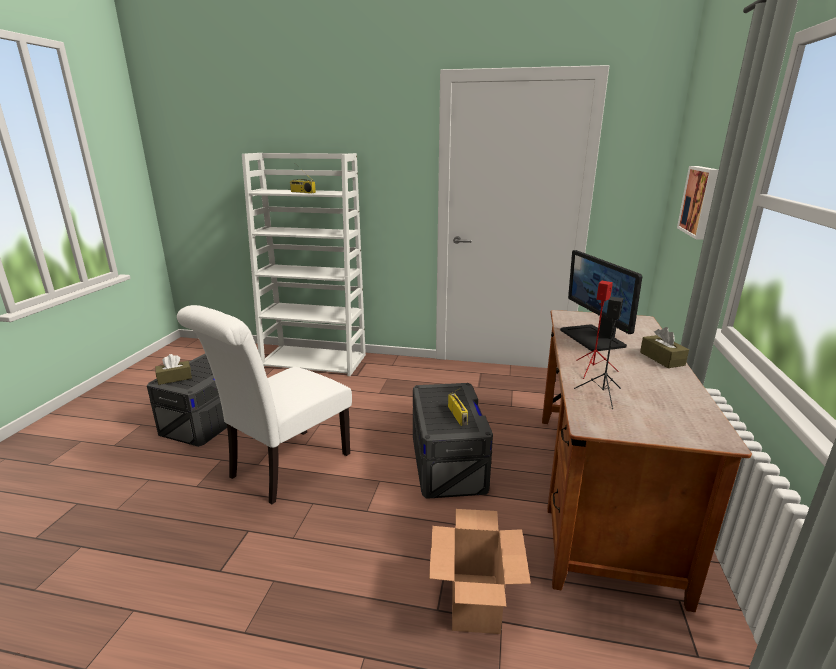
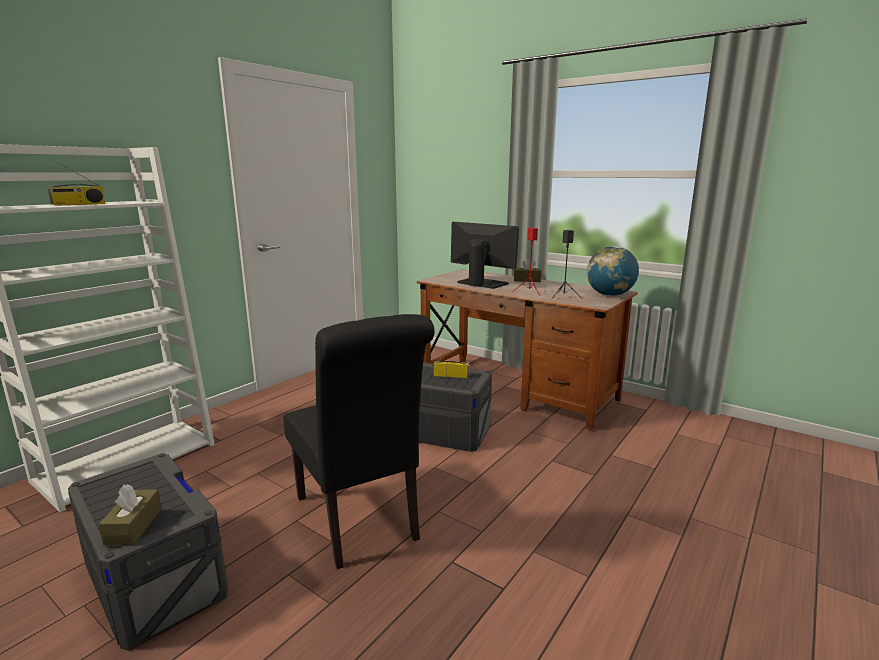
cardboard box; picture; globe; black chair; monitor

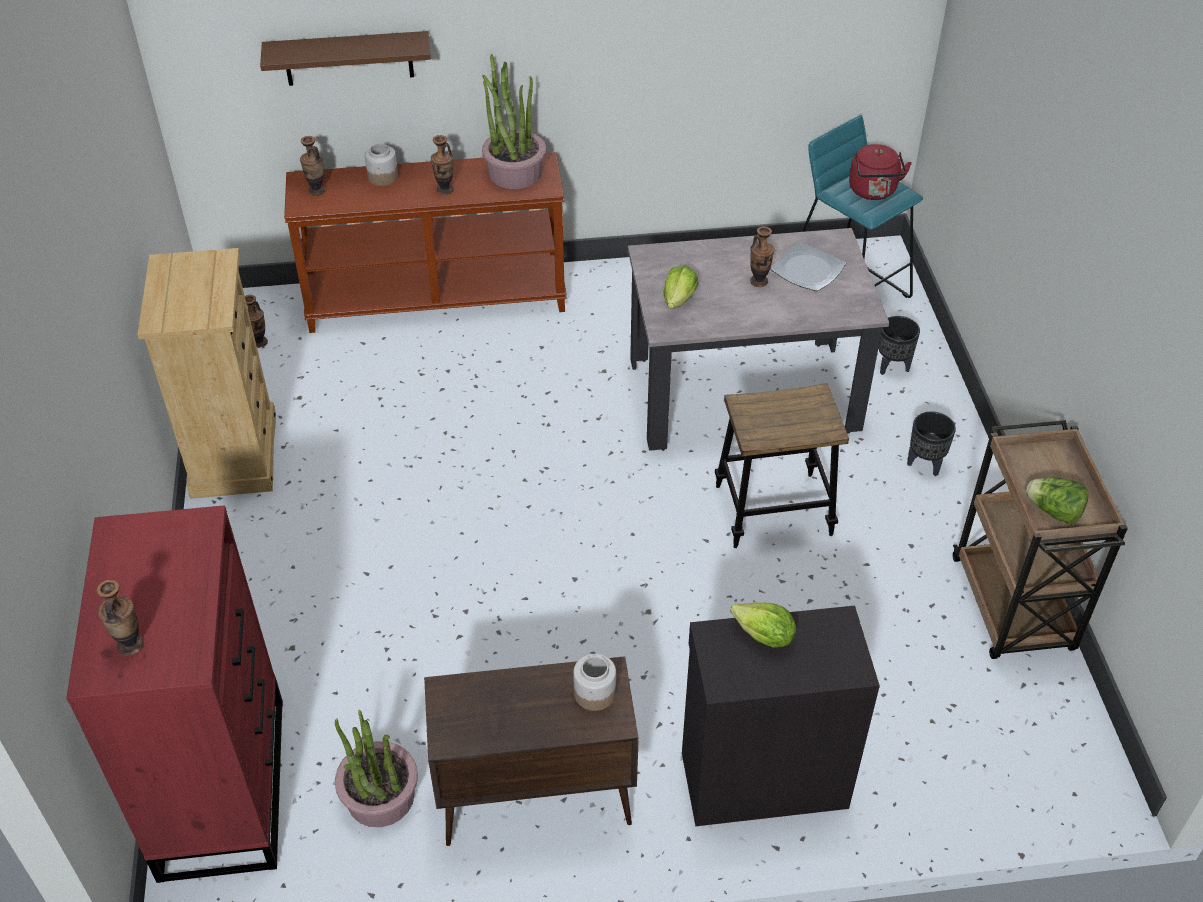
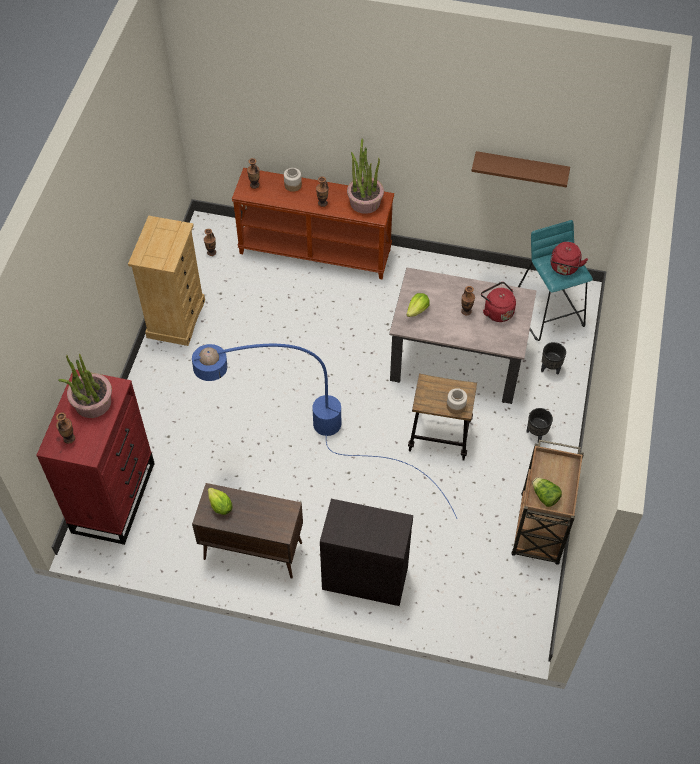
blue floor lamp; brown shelf; potted plant (1st from left); jar (2nd from left); lettuce (1st from left); red kettle (1st from left)

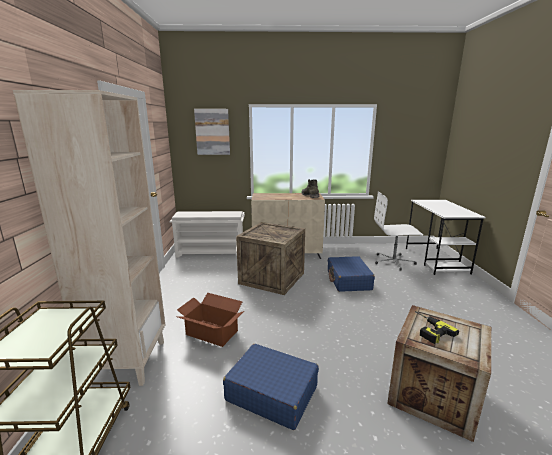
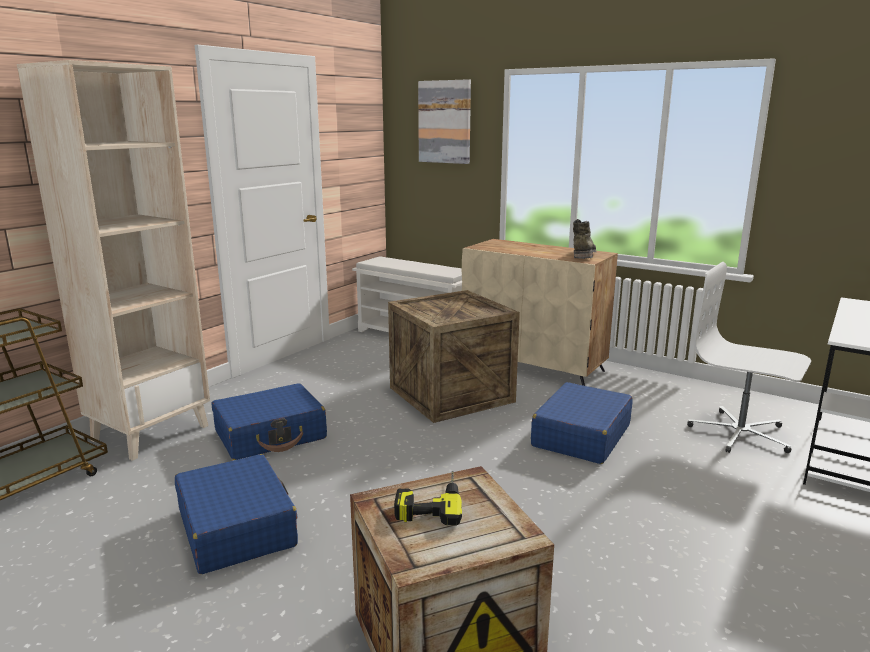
blue suitcase (2nd from left)

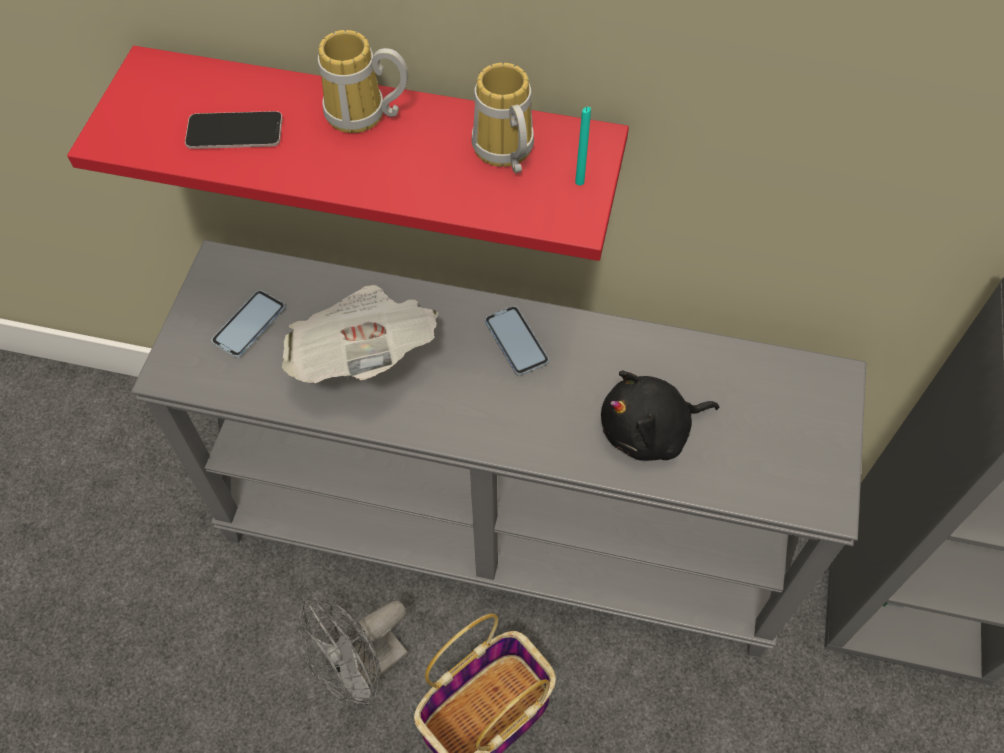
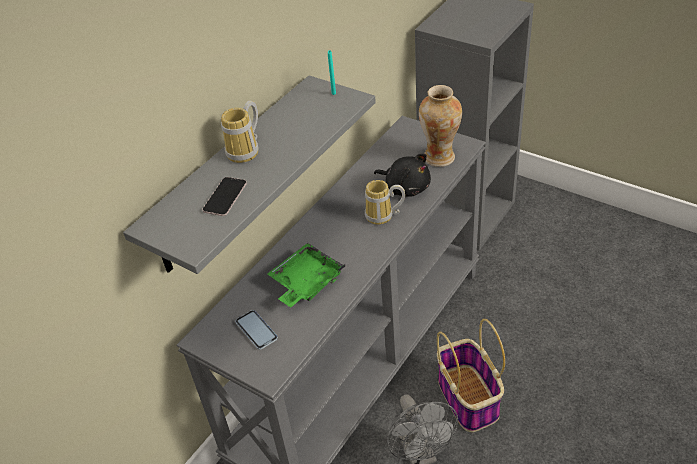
phone (3rd from left in the first image); vase; mug (2nd from left); green tray; grey shelf; black plush toy

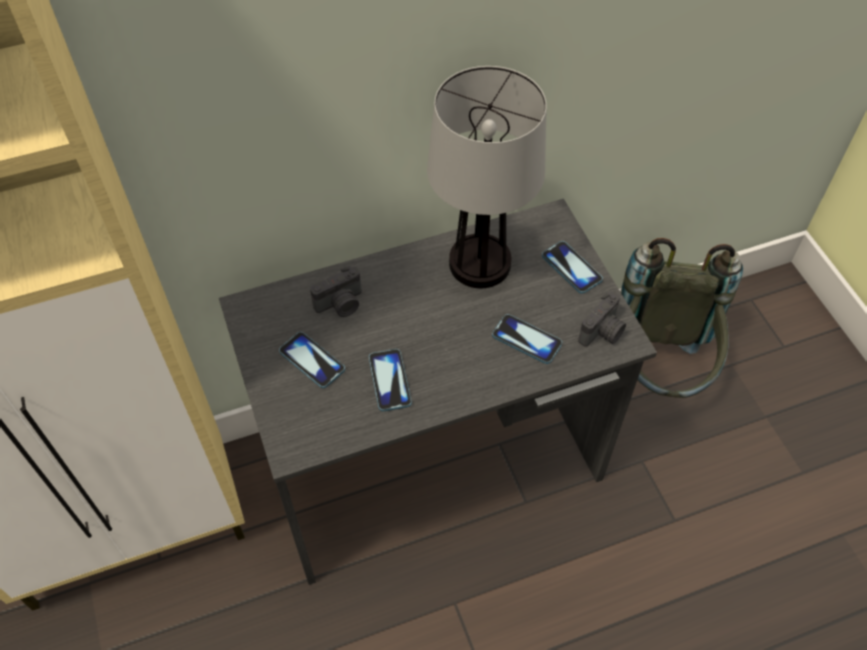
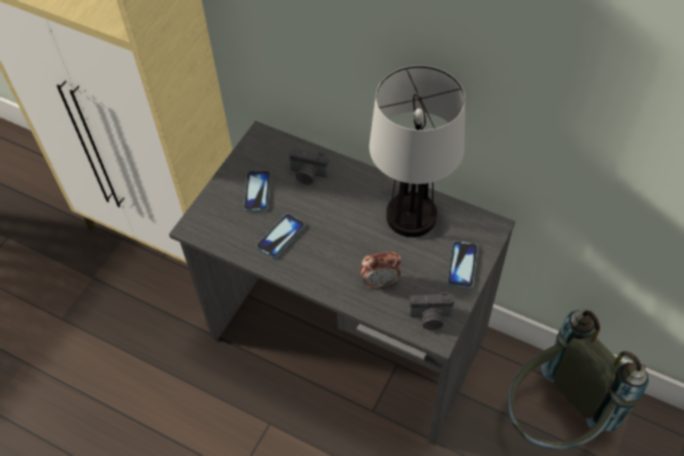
alarm clock

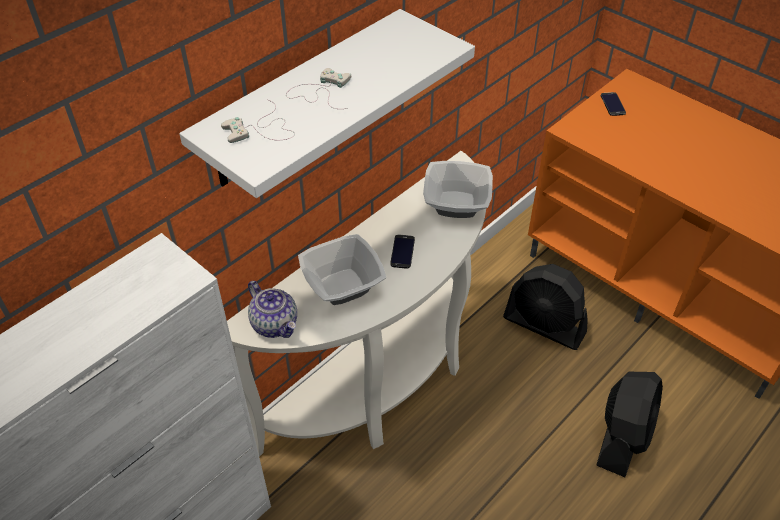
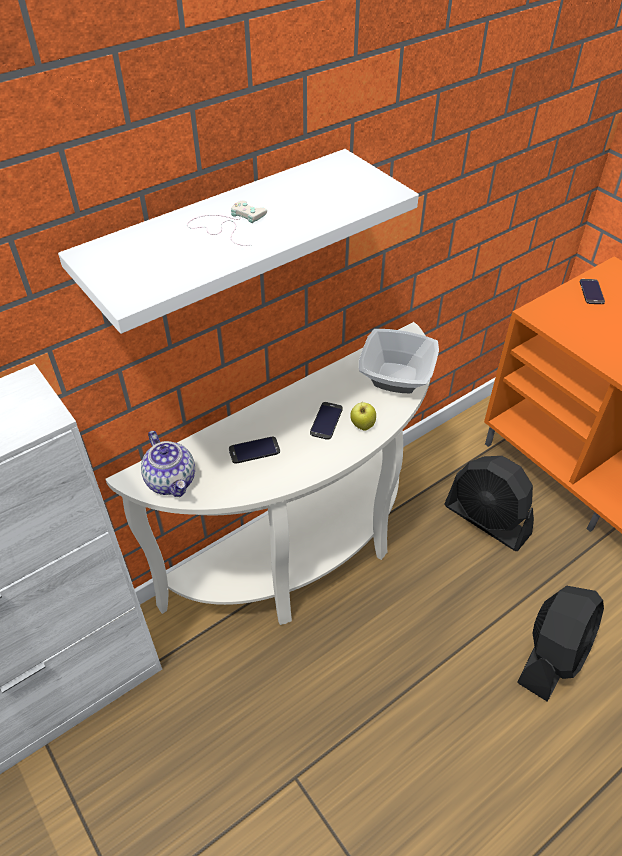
white game controller (1st from left in the first image); apple; phone (1st from left)

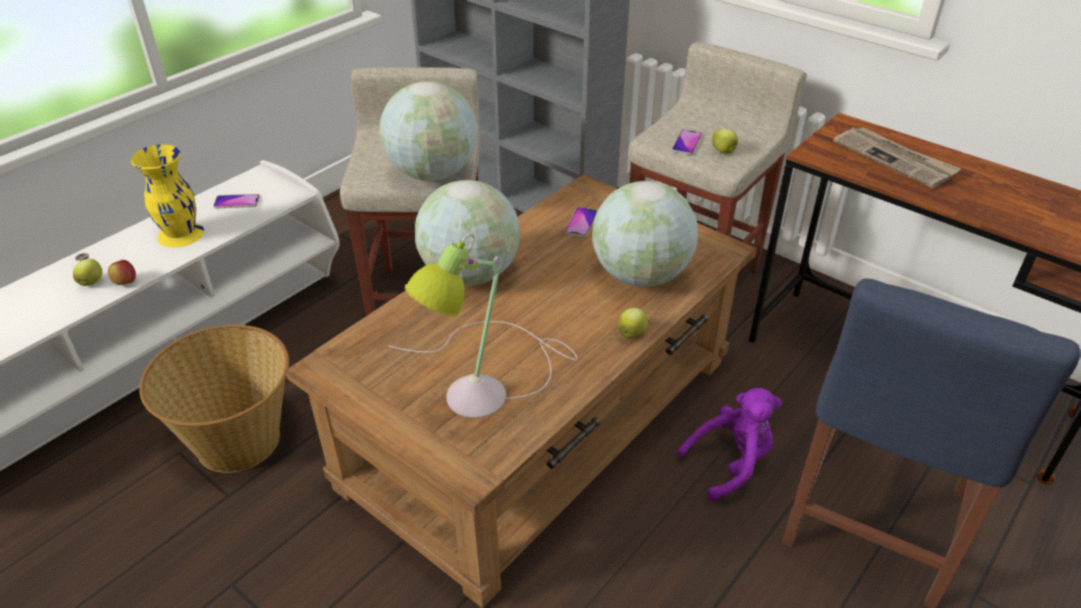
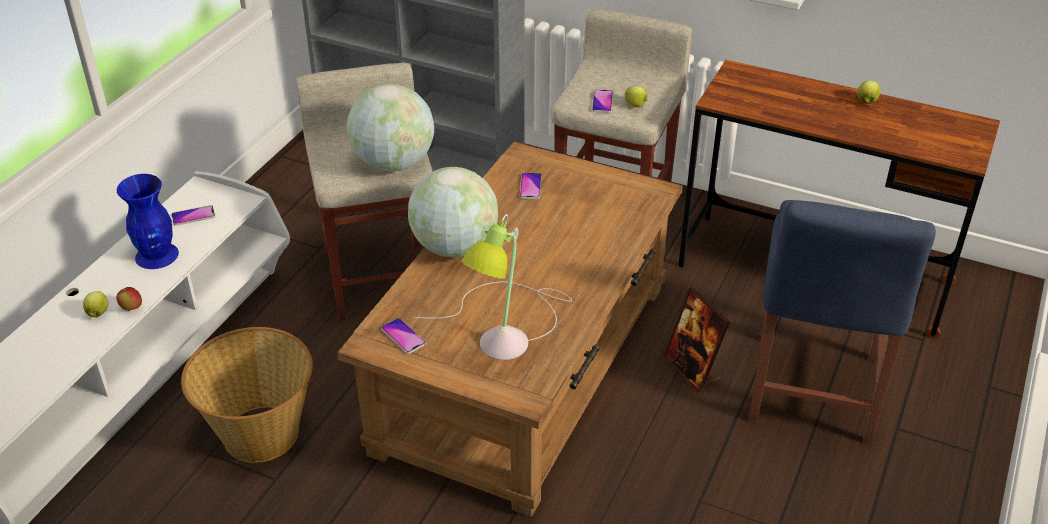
globe (3rd from left in the first image); newspaper; phone (2nd from left); apple (4th from left); picture frame; blue vase

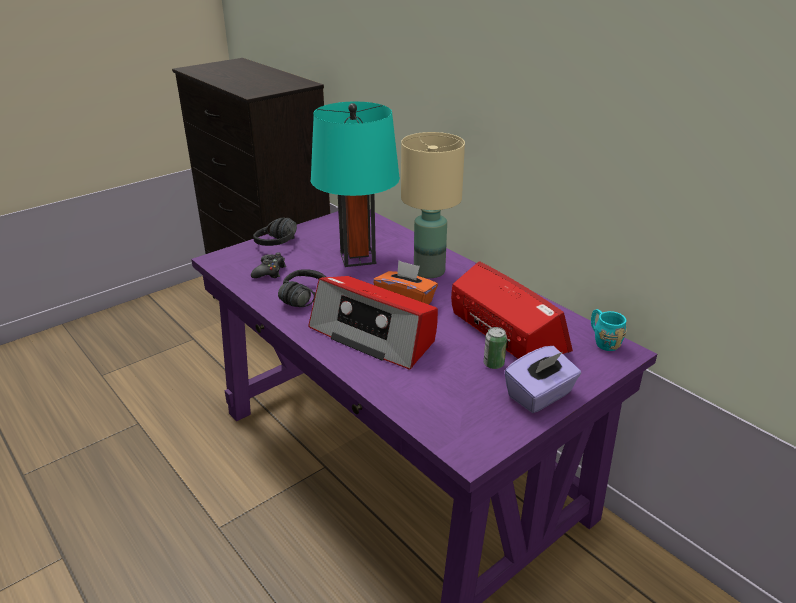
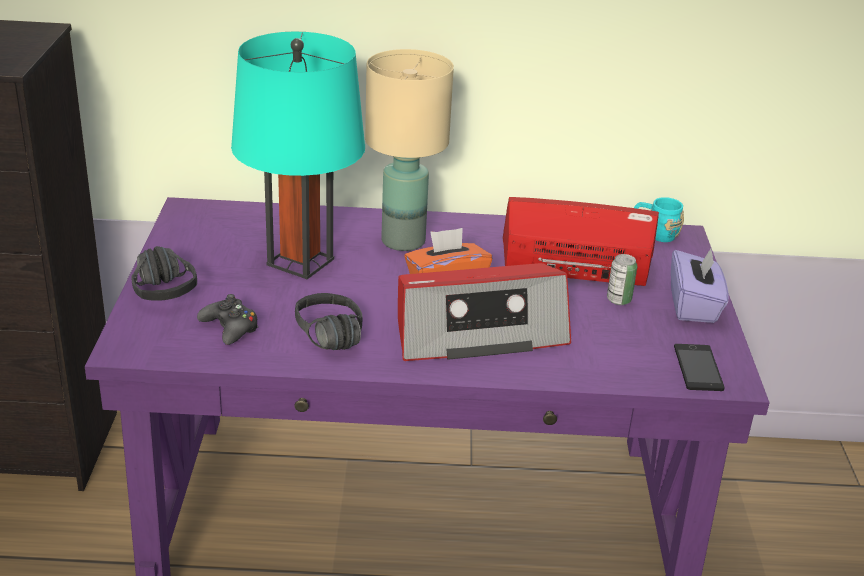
phone

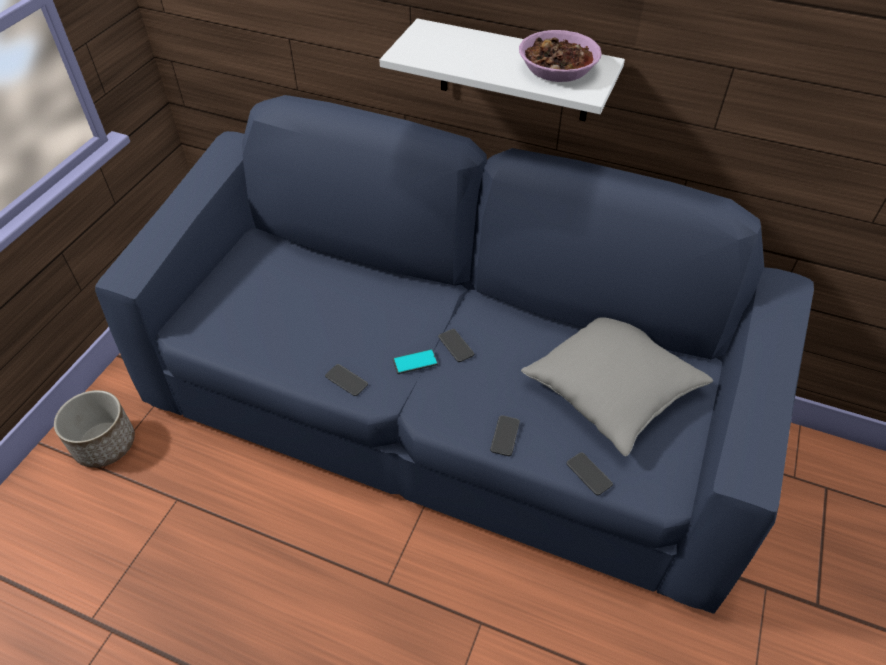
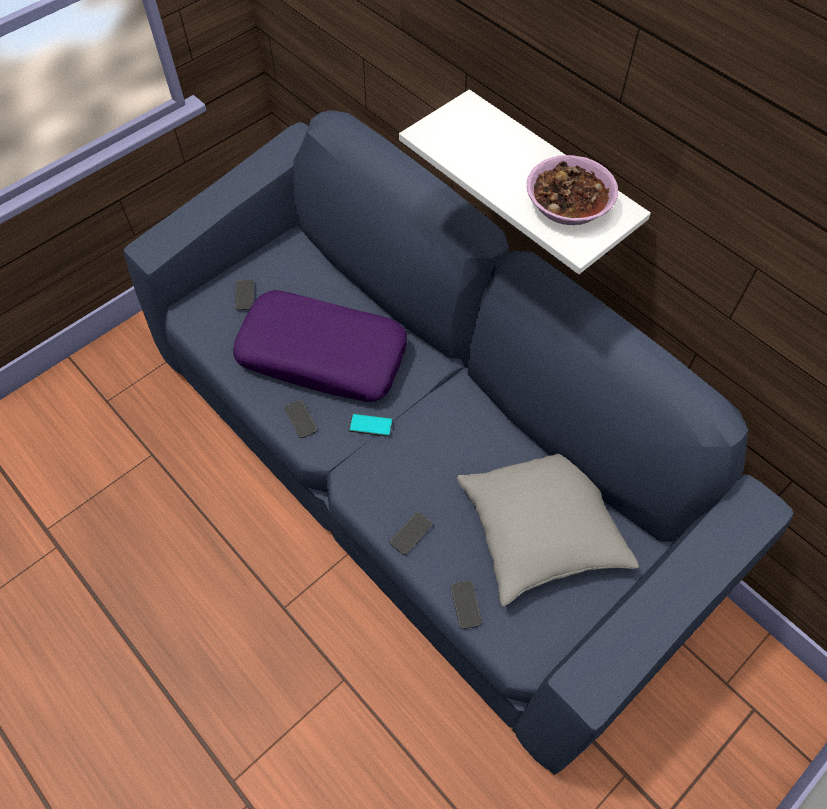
planter; purple pillow; phone (1st from left)

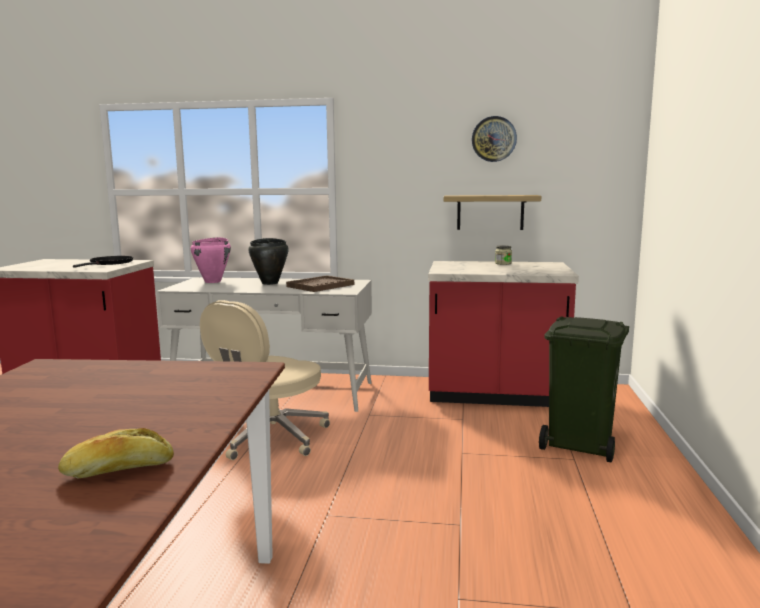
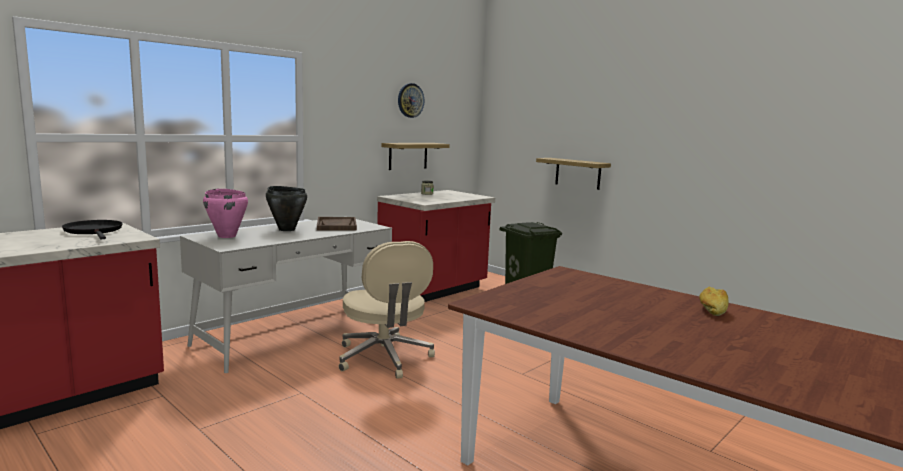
shelf (2nd from left)

